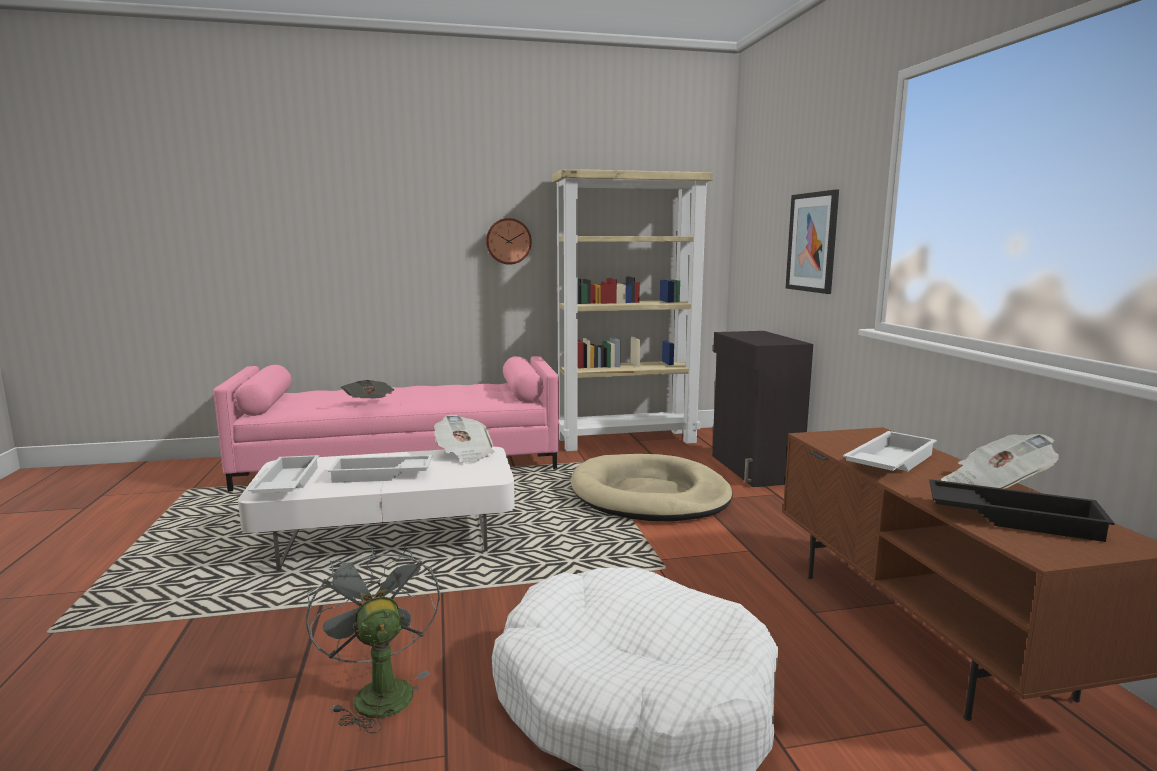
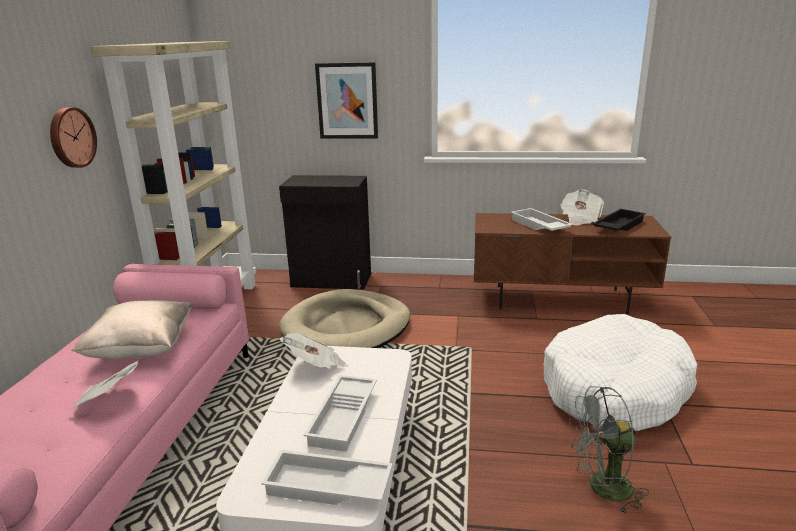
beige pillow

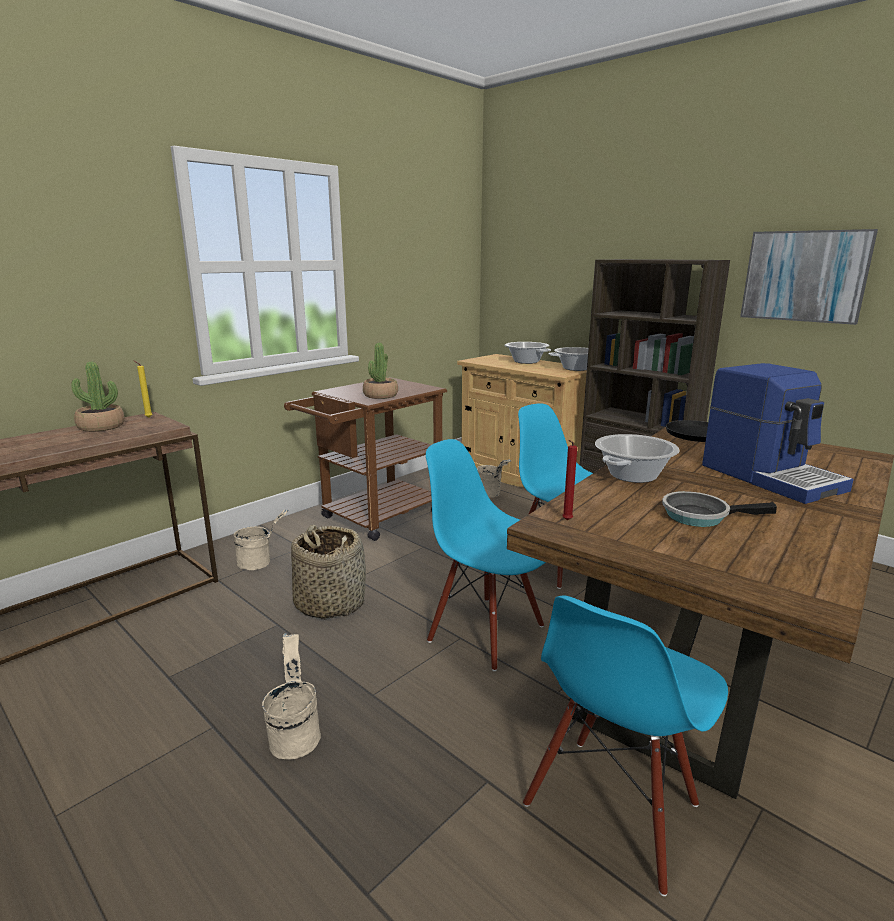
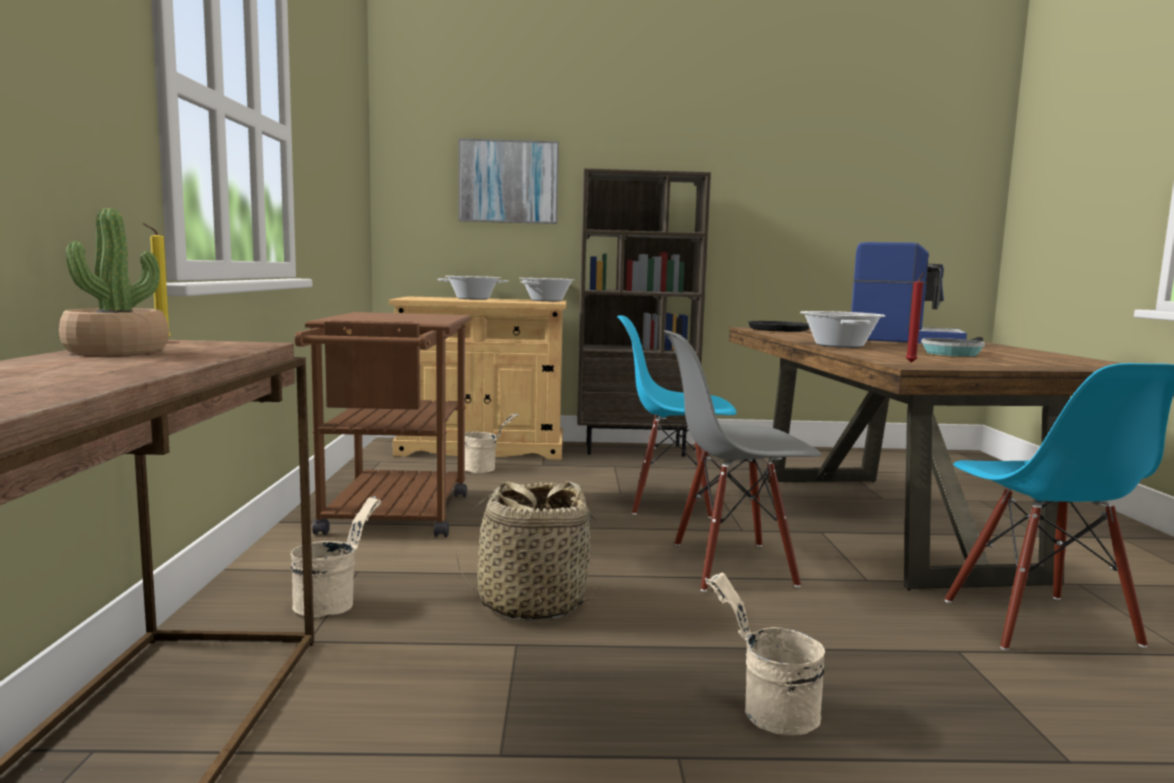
potted plant (2nd from left in the first image); picture; grey chair

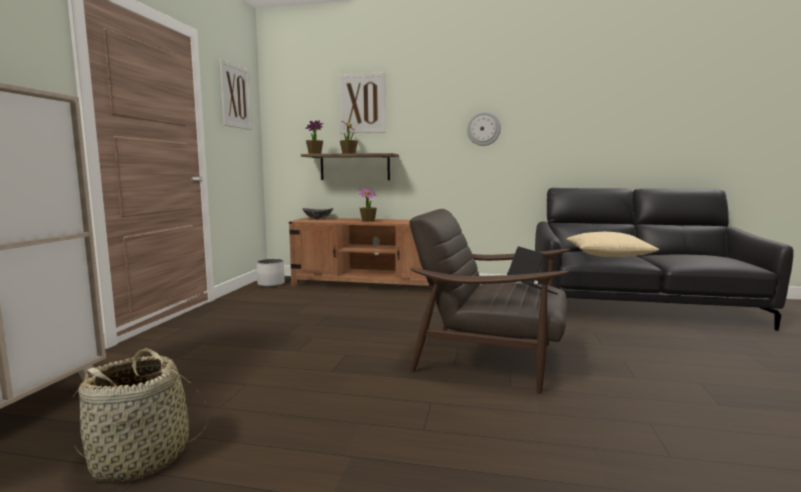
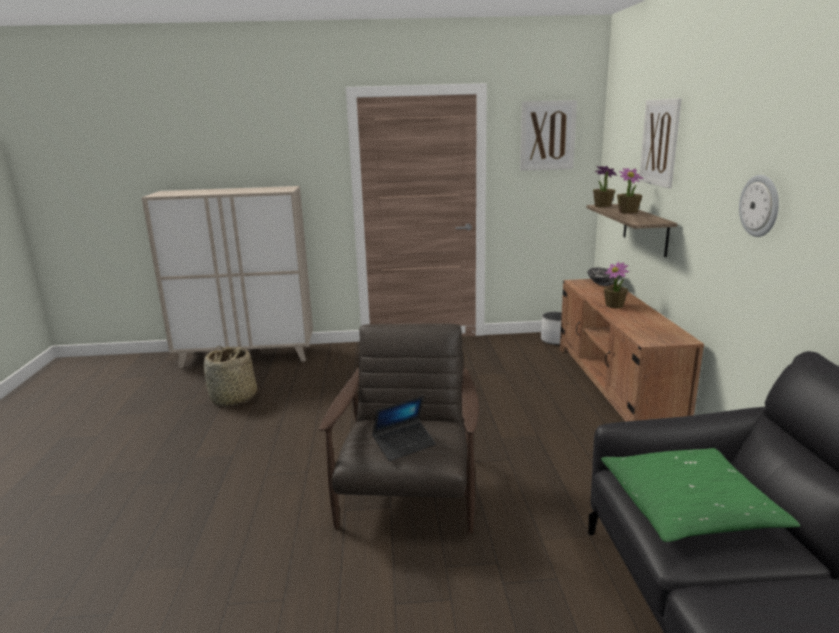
green pillow

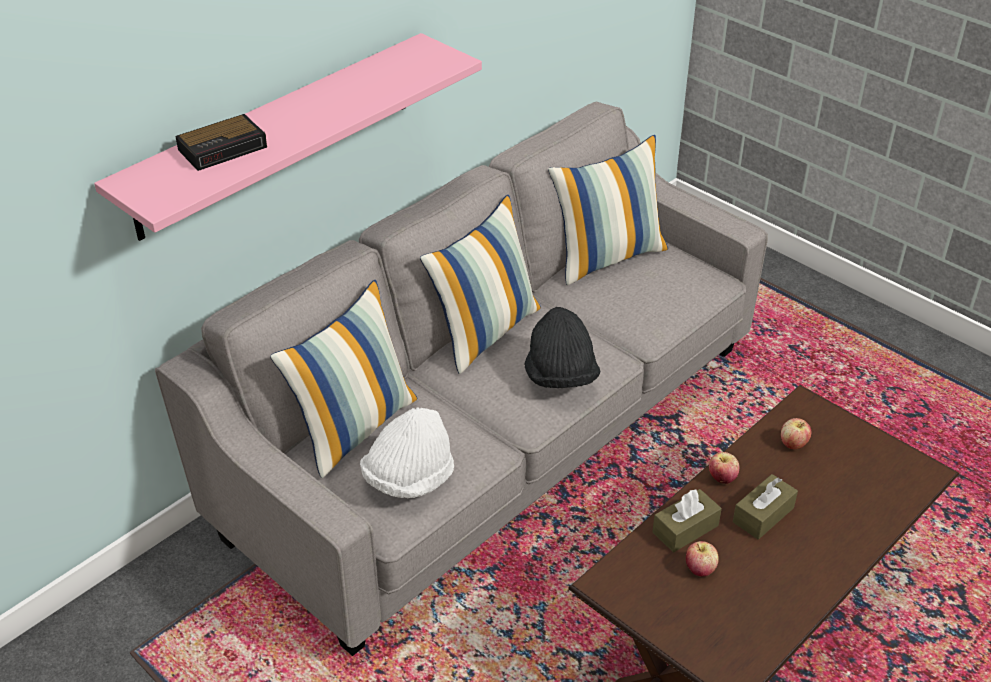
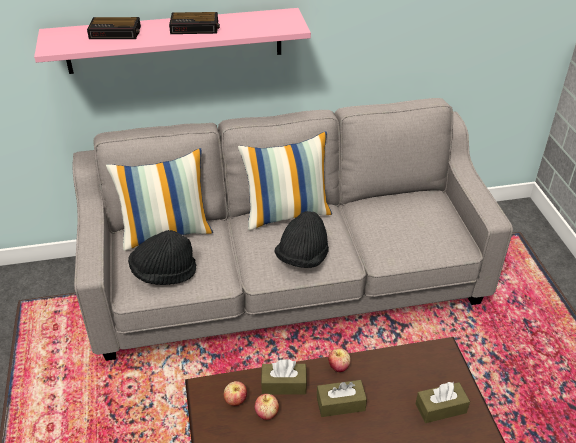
pillow (3rd from left in the first image); alarm clock (2nd from left); brown tissue box (3rd from left); apple (1st from left); black hat (1st from left)

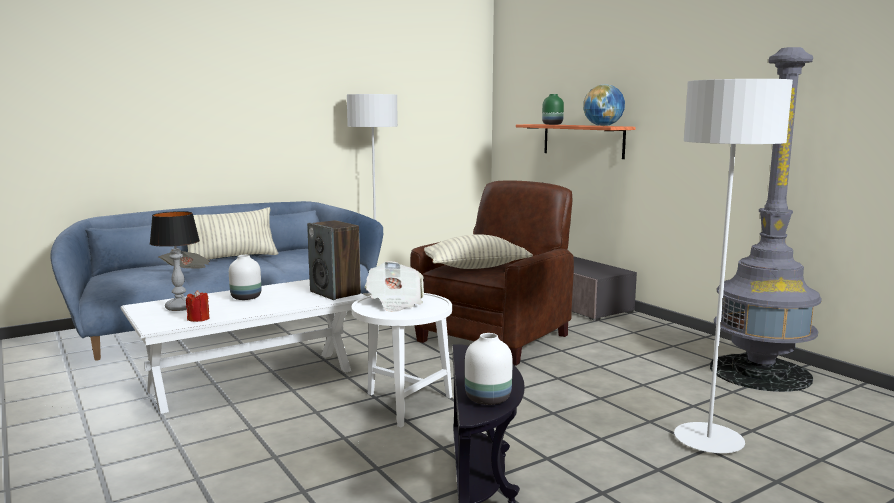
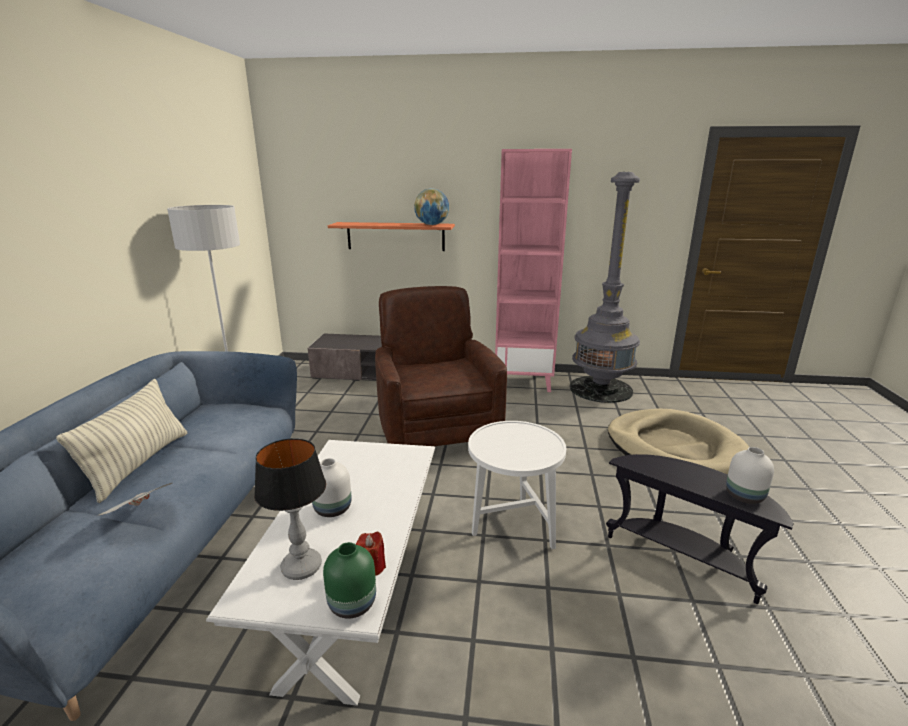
speaker; newspaper (2nd from left in the first image); pillow (2nd from left in the first image); pink bookcase; green vase; beige dog bed

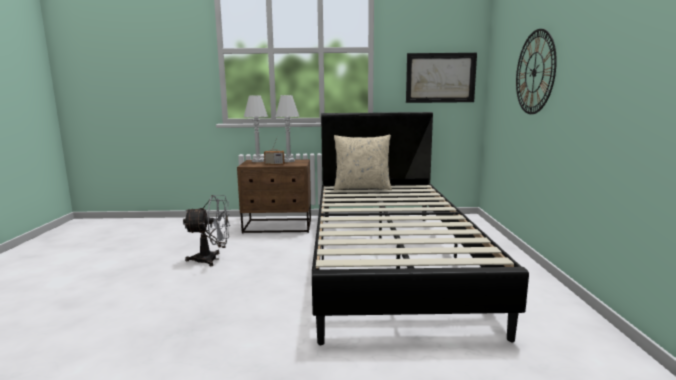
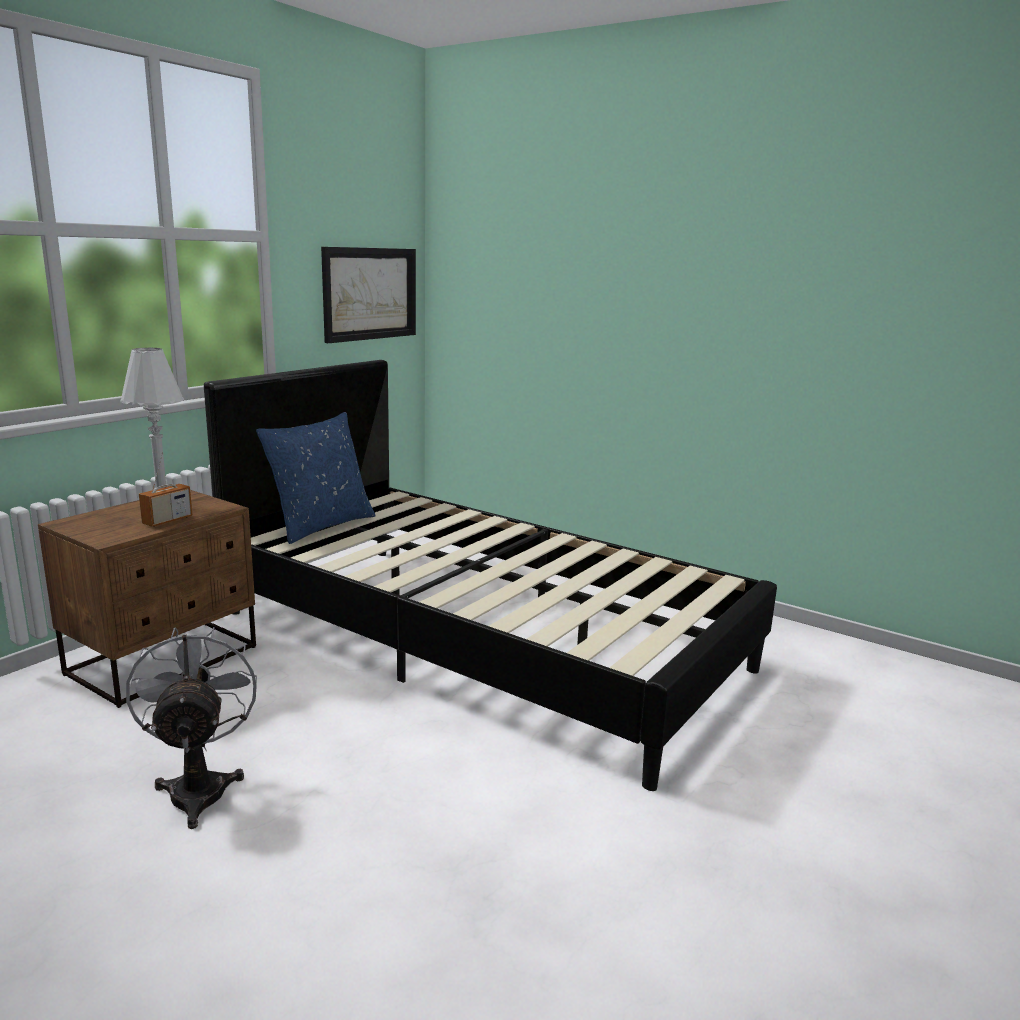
white table lamp (1st from left in the first image); wall clock; blue pillow; grey fan

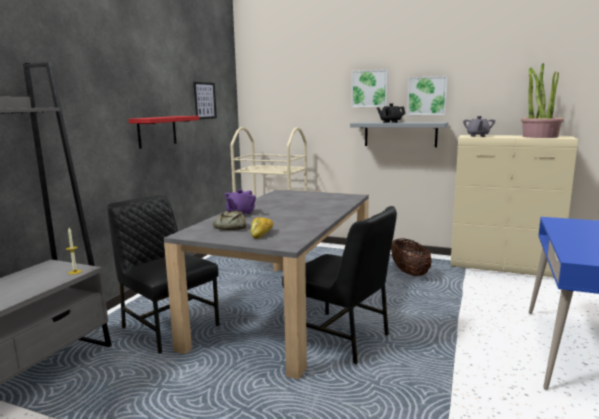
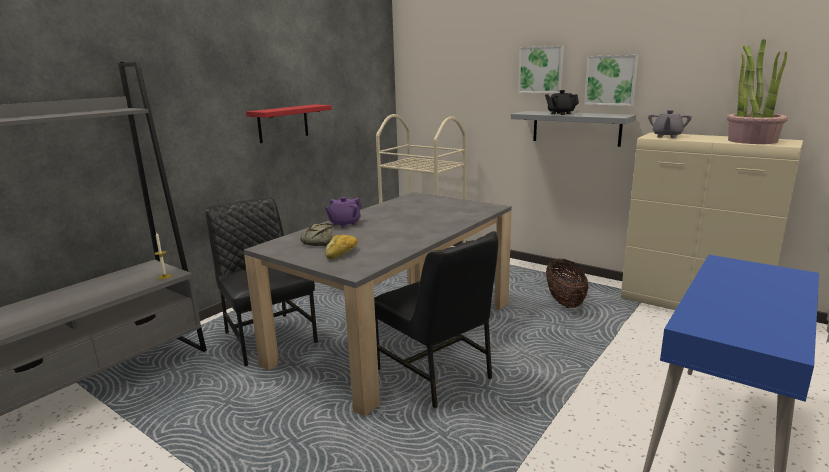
picture (1st from left in the first image)

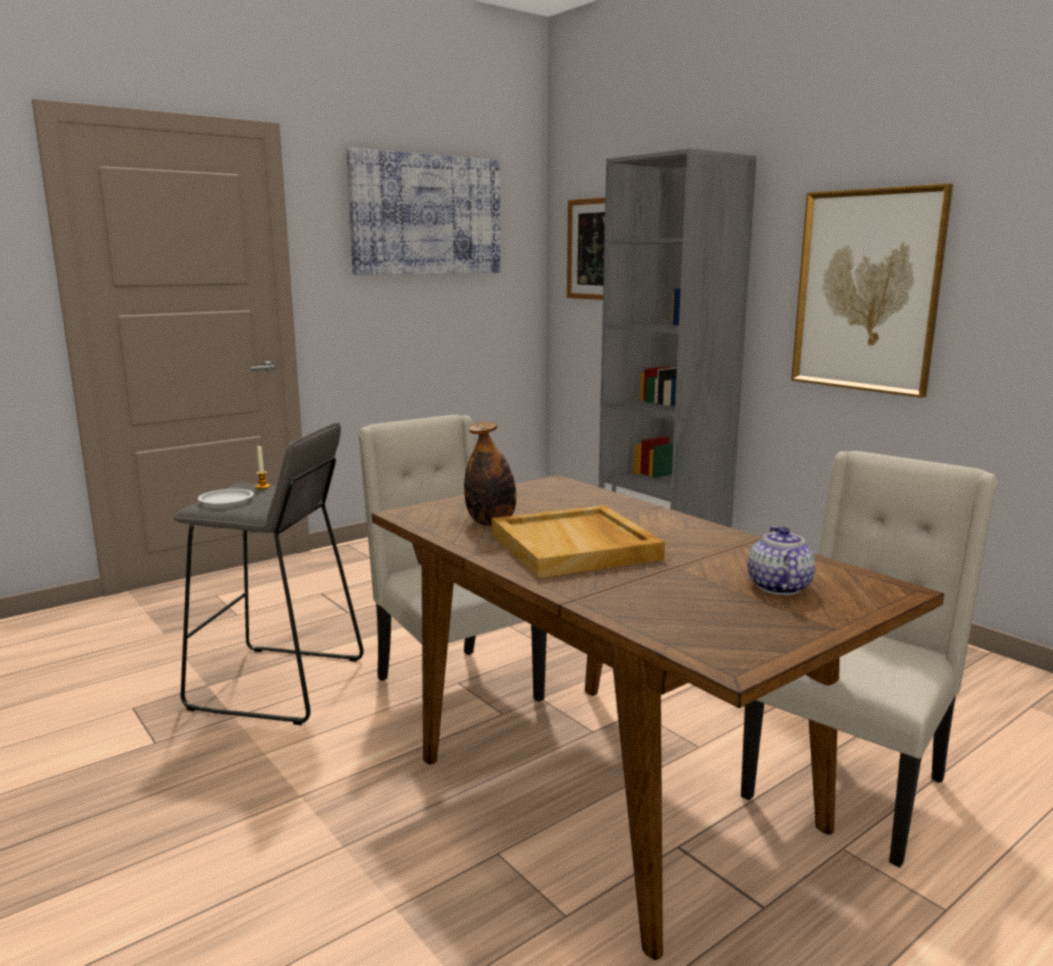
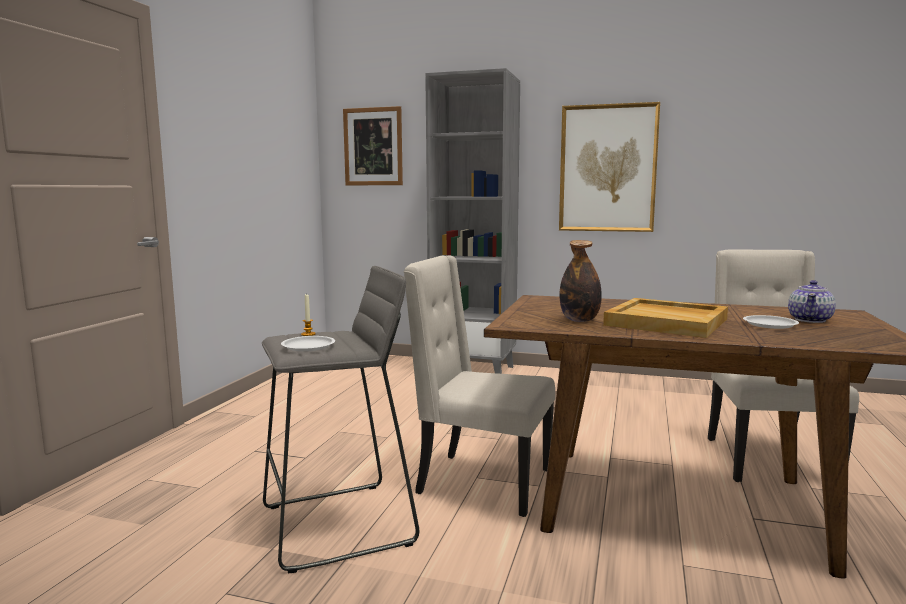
picture (1st from left in the first image); white plate (2nd from left); teapot

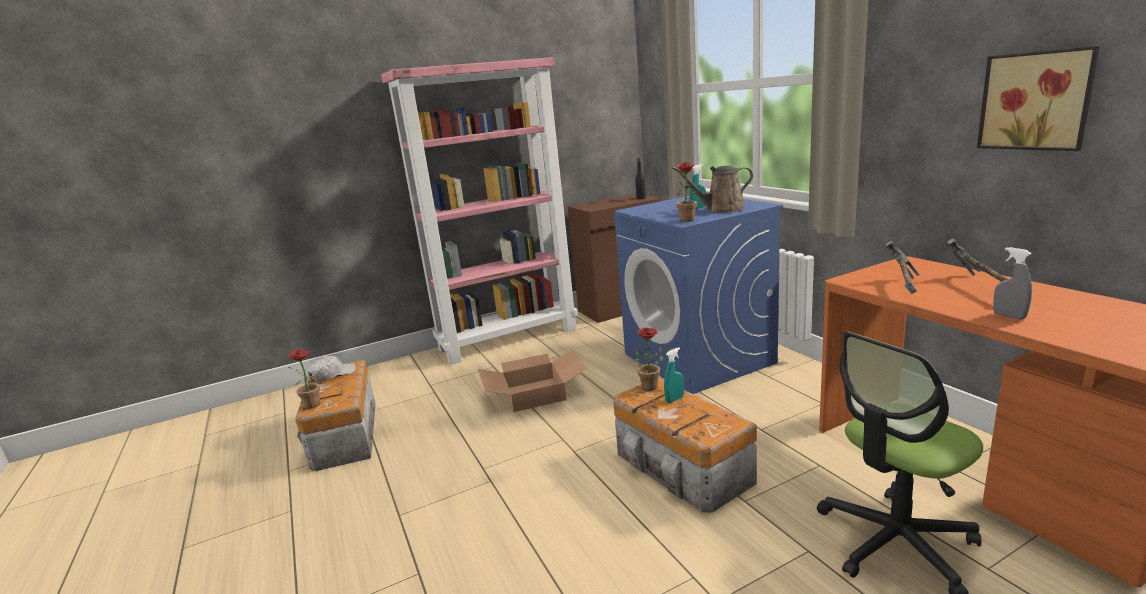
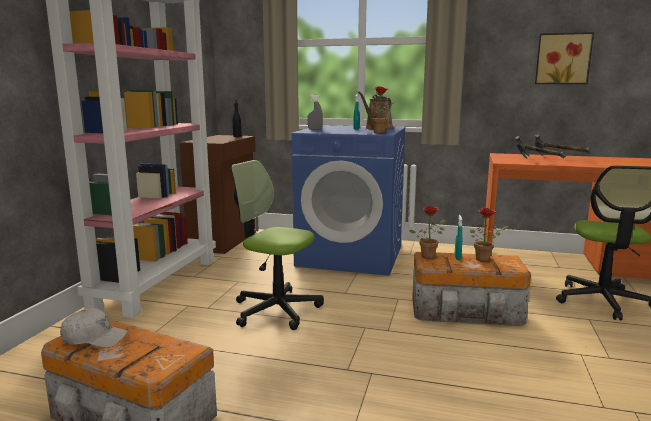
potted plant (3rd from left); grey spray bottle; office chair (1st from left); white cap

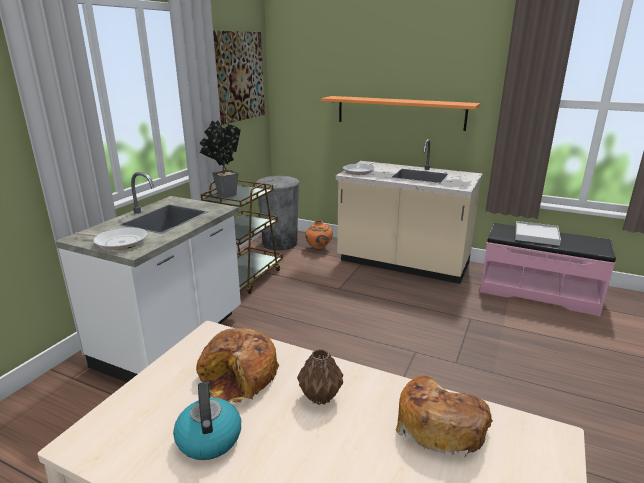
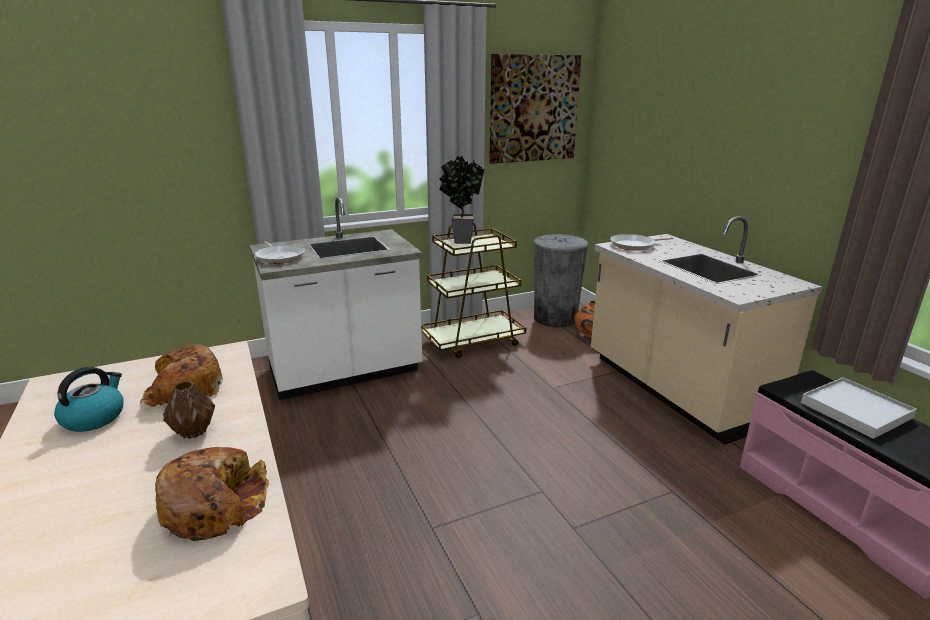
orange shelf

